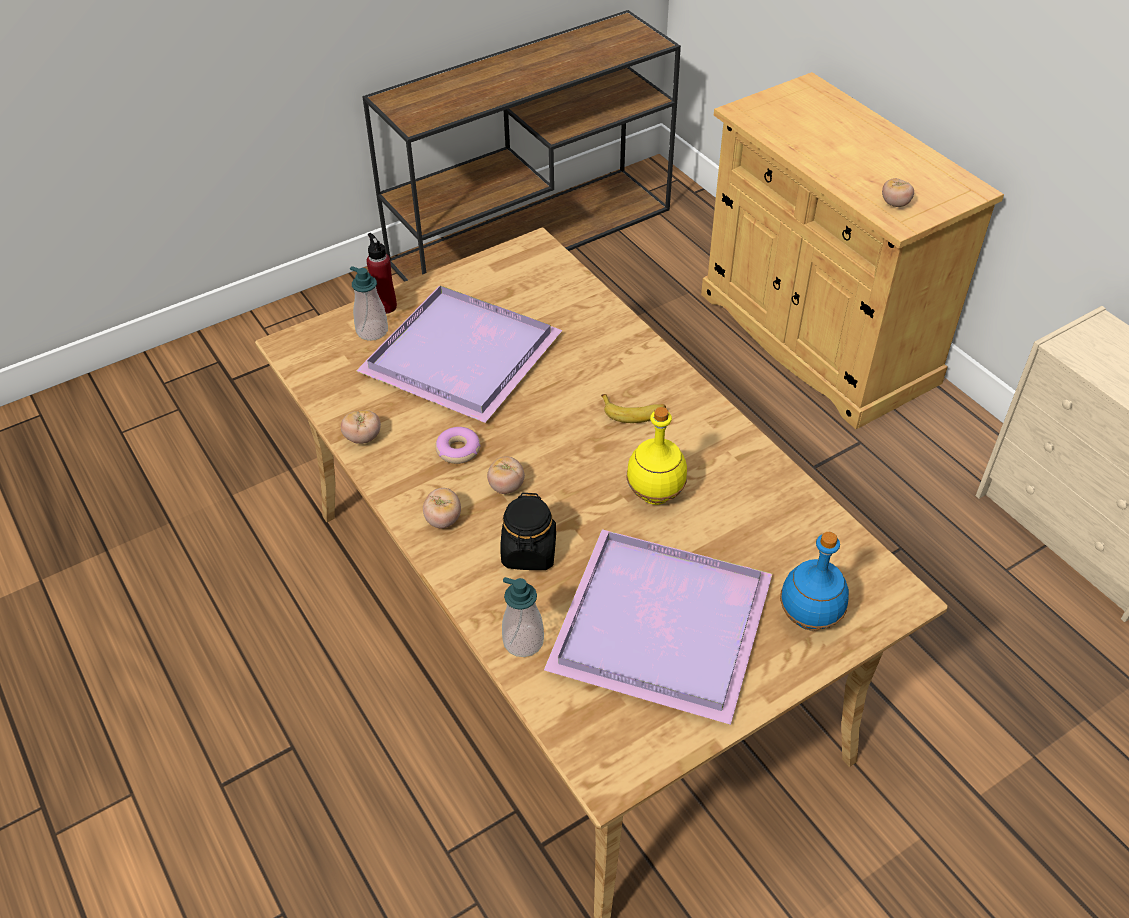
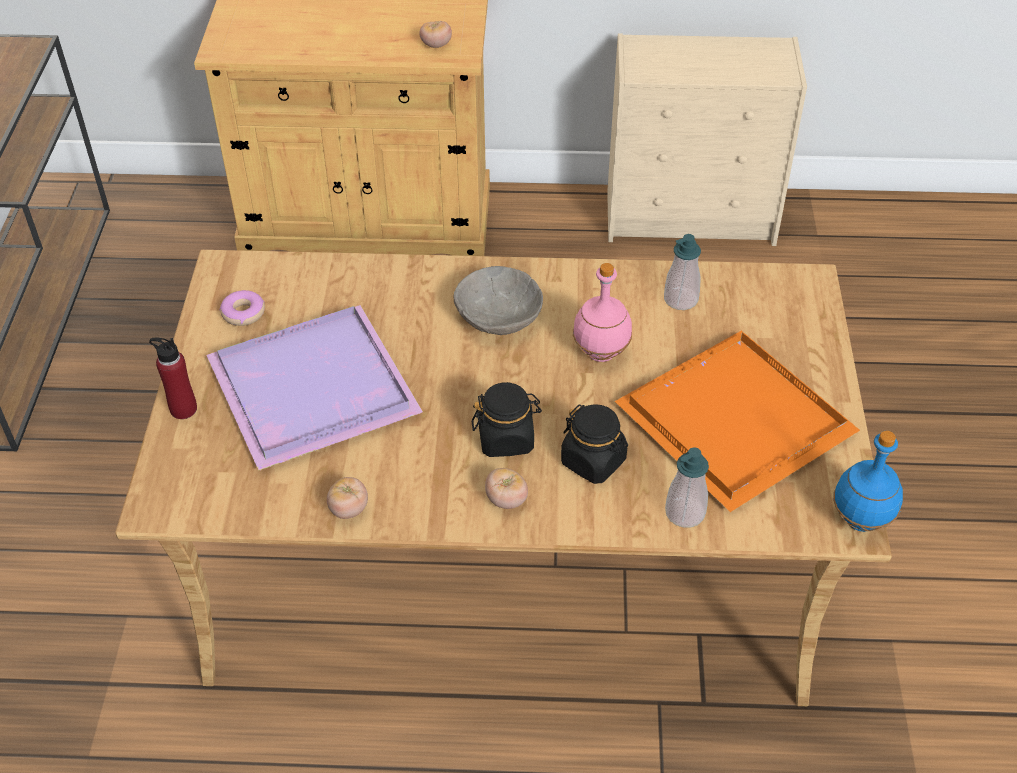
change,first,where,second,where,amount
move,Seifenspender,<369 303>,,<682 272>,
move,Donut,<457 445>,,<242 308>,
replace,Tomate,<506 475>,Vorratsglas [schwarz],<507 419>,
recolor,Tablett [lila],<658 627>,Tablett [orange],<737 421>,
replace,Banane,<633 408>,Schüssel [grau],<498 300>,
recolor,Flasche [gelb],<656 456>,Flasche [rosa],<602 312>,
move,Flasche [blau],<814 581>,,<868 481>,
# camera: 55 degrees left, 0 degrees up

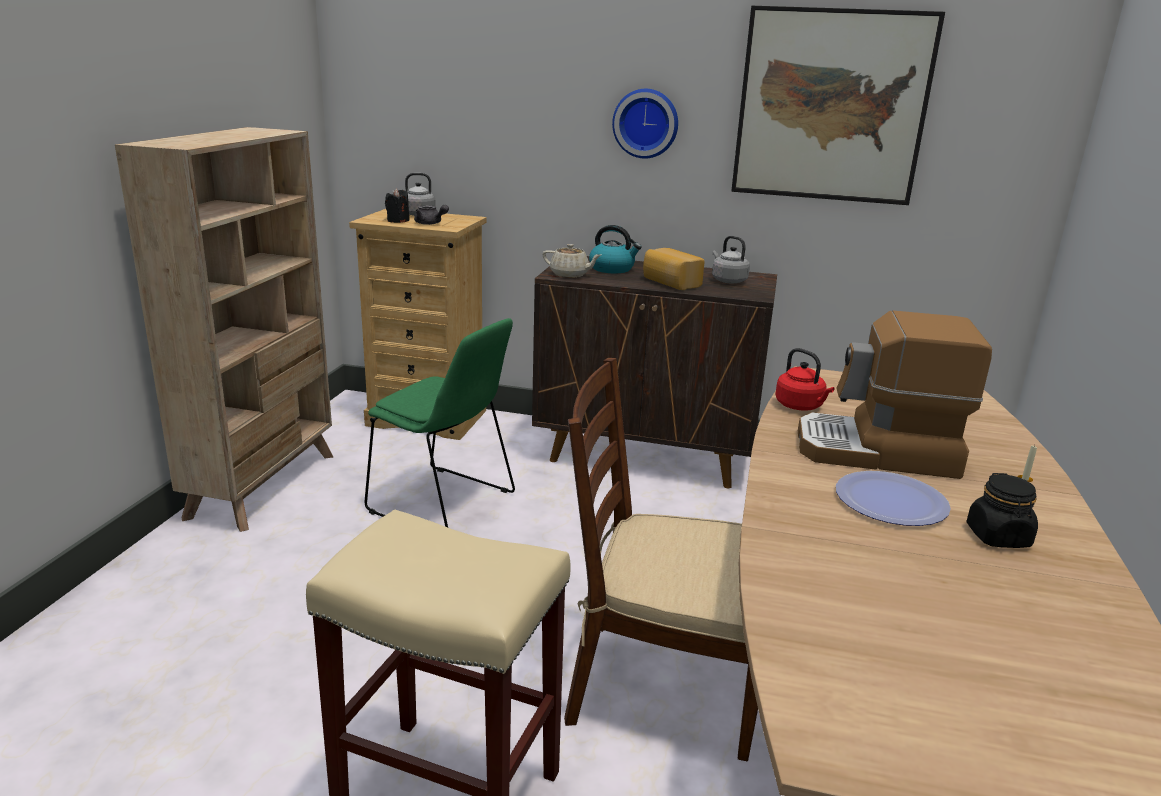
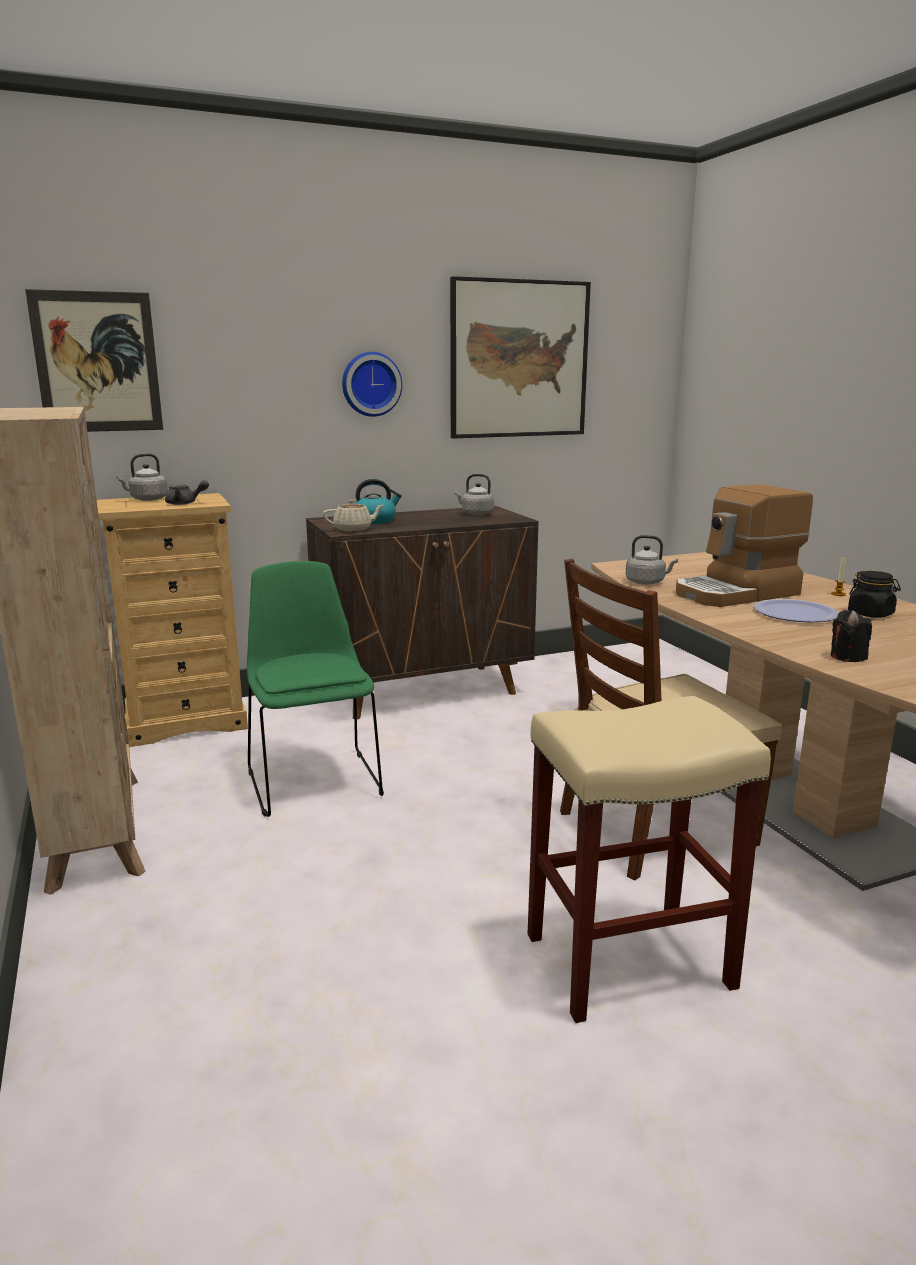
change,first,where,second,where,amount
rotate,Stuhl [grün],<439 422>,,<315 689>,105 degrees counterclockwise
move,Kerze [schwarz],<397 206>,,<851 636>,
delete,Brot,<673 269>,,,
recolor,Wasserkessel [rot],<805 379>,Wasserkessel [grau],<652 560>,
insert,,,Bild,<94 360>,
# camera: 35 degrees left, 5 degrees down

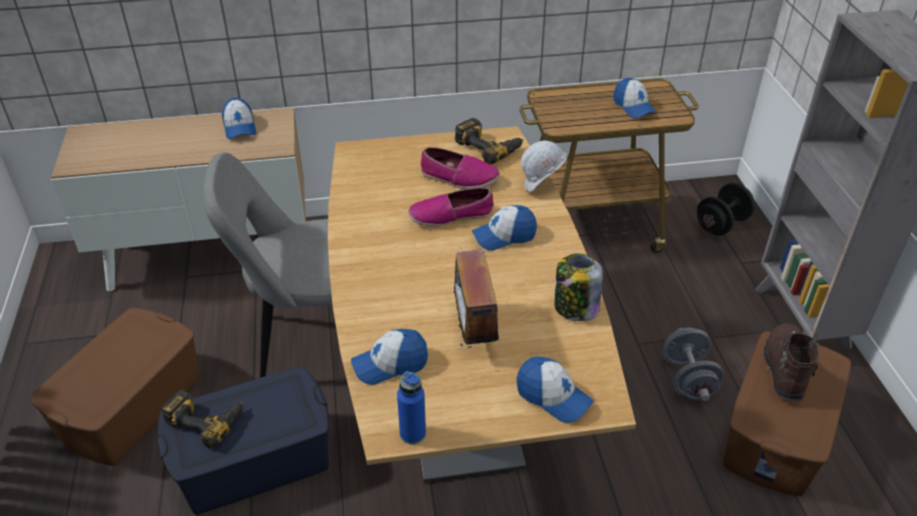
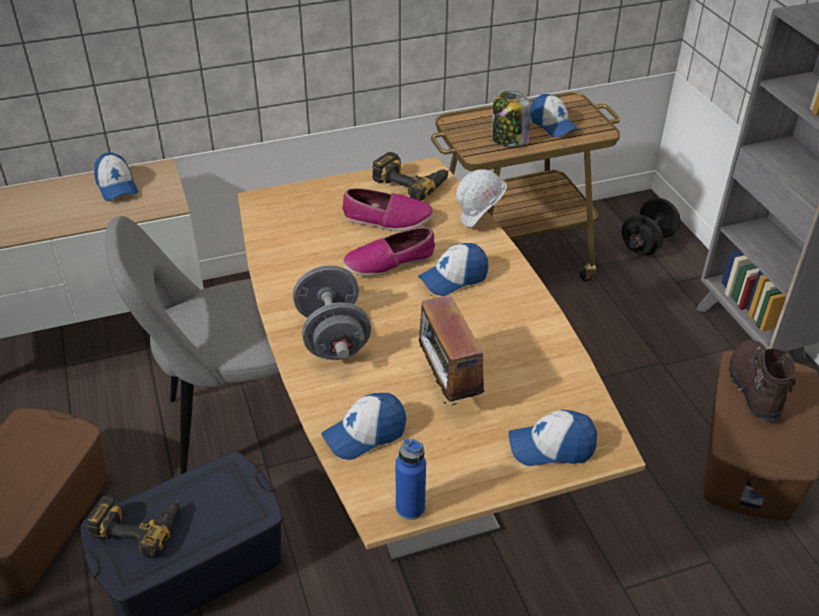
change,first,where,second,where,amount
rotate,Kappe,<555 389>,,<553 438>,150 degrees clockwise
move,Vorratsglas,<578 287>,,<511 119>,
move,Hantel [grau],<693 364>,,<332 312>,
# camera: 10 degrees left, 0 degrees up

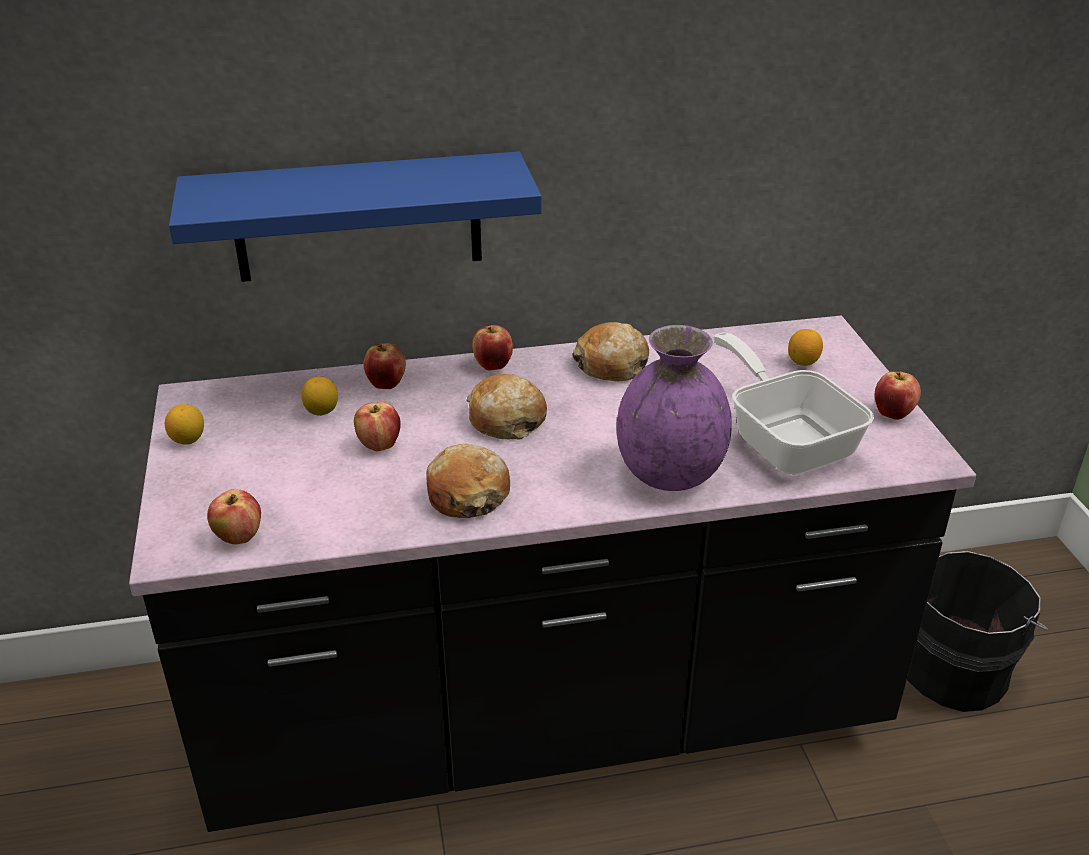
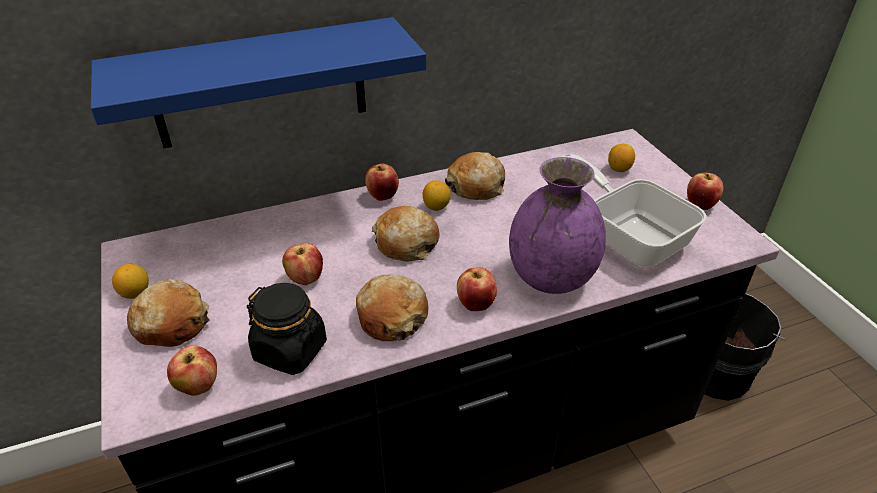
change,first,where,second,where,amount
move,Zitrone,<319 396>,,<437 195>,
move,Apfel,<384 366>,,<477 289>,
insert,,,Brot,<168 313>,
insert,,,Vorratsglas [schwarz],<287 329>,
# camera: 10 degrees left, 5 degrees up

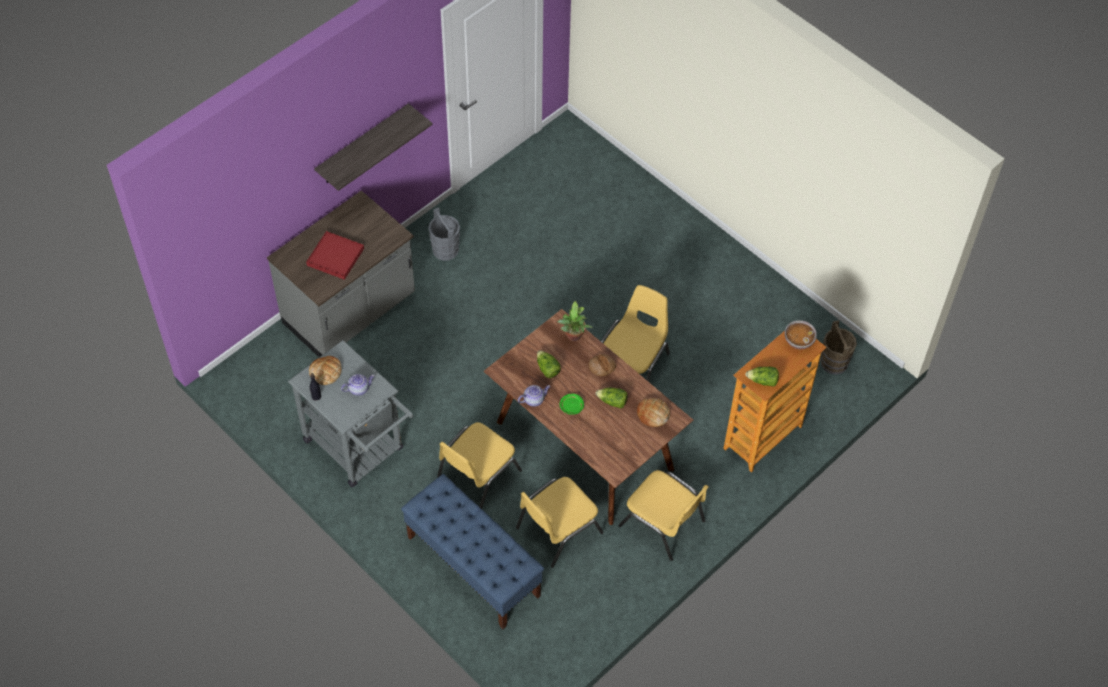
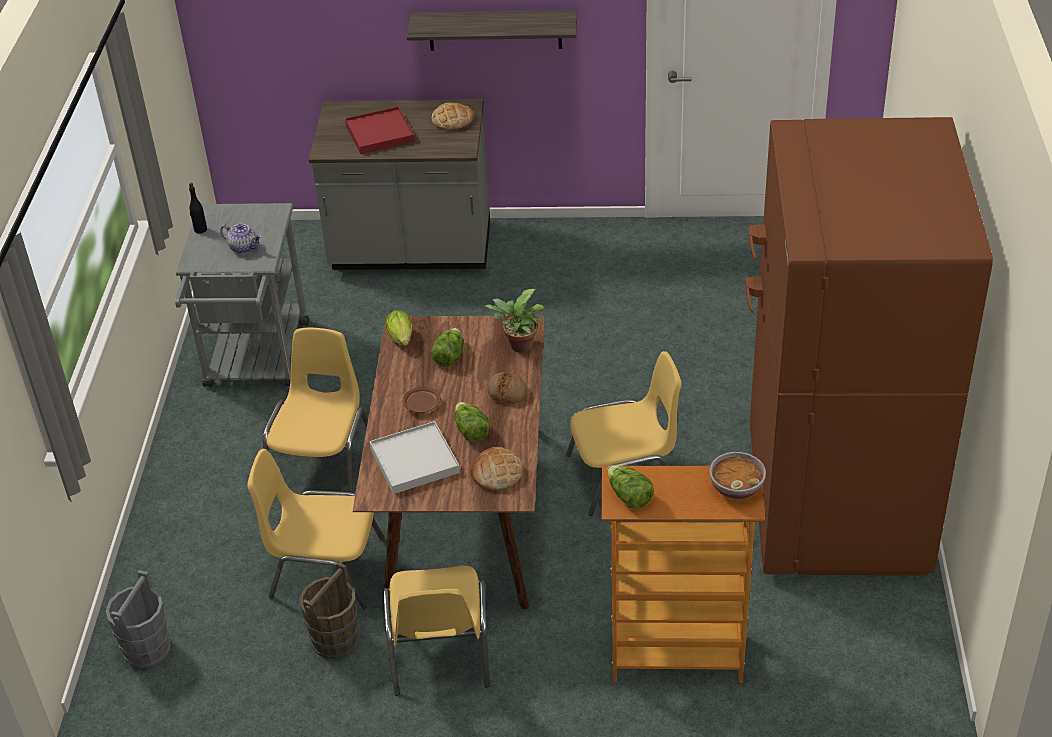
change,first,where,second,where,amount
move,Brot,<325 370>,,<453 116>,
delete,Bank [blau],<472 551>,,,
move,Eimer [grau],<444 234>,,<138 619>,
rotate,Stuhl [gelb],<479 465>,,<315 410>,105 degrees clockwise
delete,Teekanne,<534 396>,,,
recolor,Teller [grün],<572 404>,Teller [braun],<422 400>,
move,Eimer [braun],<839 347>,,<329 610>,
insert,,,Tablett [weiß],<415 457>,
insert,,,Salatkopf,<399 328>,
insert,,,Kühlschrank [braun],<869 346>,
# camera: 50 degrees right, 15 degrees down

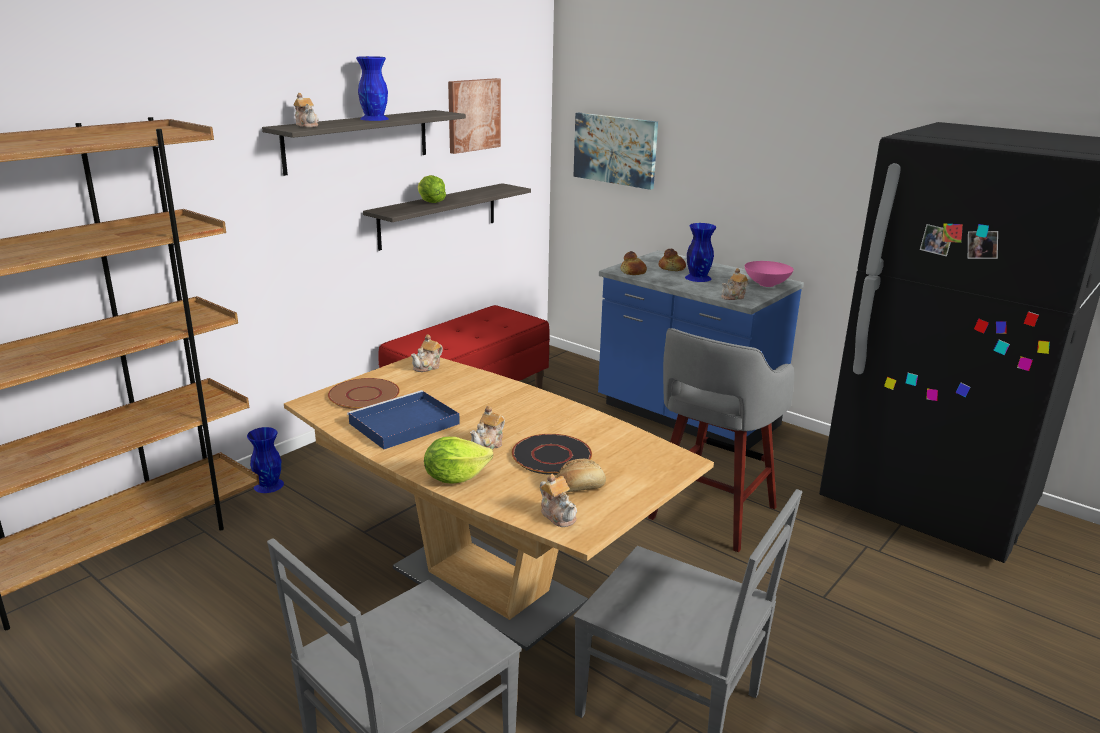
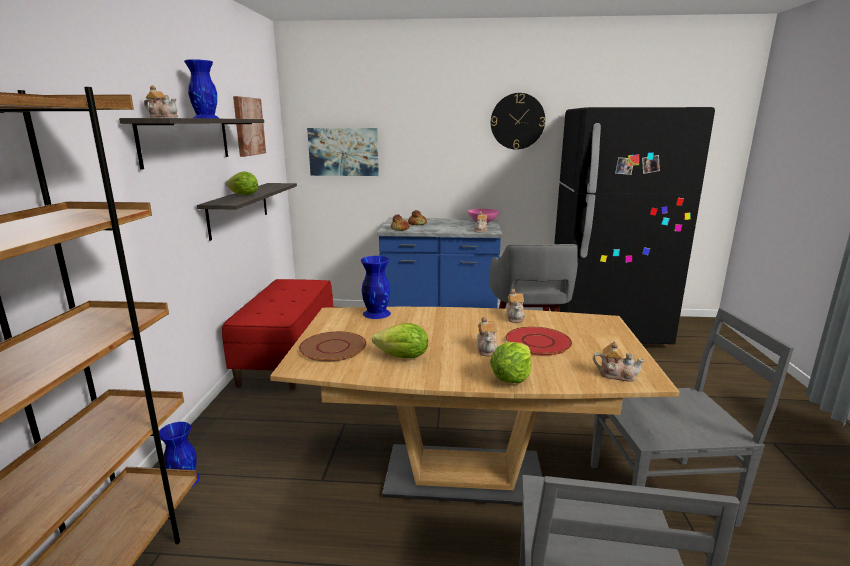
change,first,where,second,where,amount
replace,Tablett [blau],<403 419>,Salatkopf,<400 340>,
move,Teekanne,<427 353>,,<515 306>,
recolor,Teller [schwarz],<552 454>,Teller [rot],<539 341>,
delete,Brot,<581 475>,,,
move,Vase [blau],<700 252>,,<376 287>,
insert,,,Wanduhr,<518 121>,
# camera: 35 degrees left, 5 degrees down

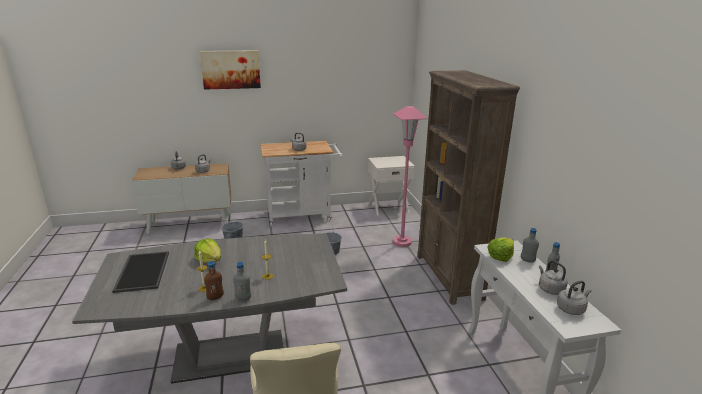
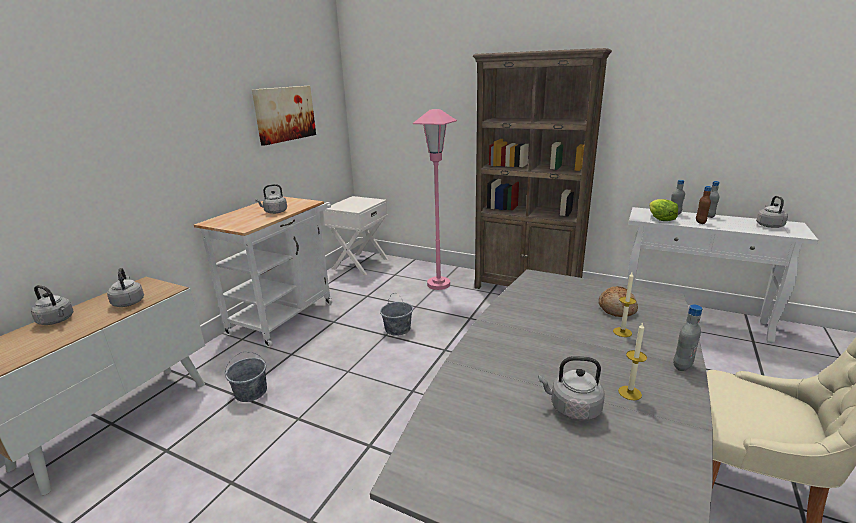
change,first,where,second,where,amount
delete,Tablett,<140 272>,,,
delete,Salatkopf,<207 250>,,,
move,Bild,<230 70>,,<284 116>,
move,Flasche [braun],<214 280>,,<704 205>,
move,Wasserkessel [grau],<553 278>,,<571 388>,
insert,,,Brot,<618 301>,
# camera: 50 degrees left, 0 degrees up

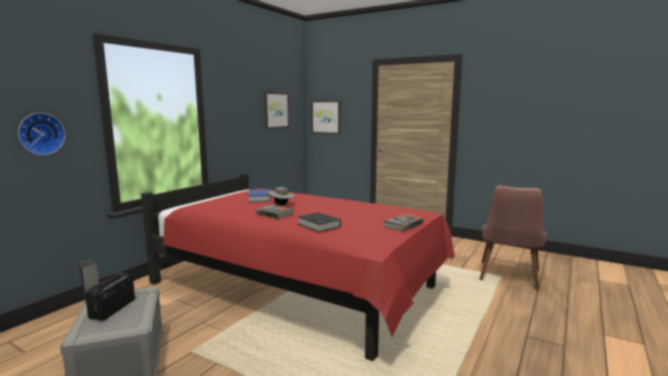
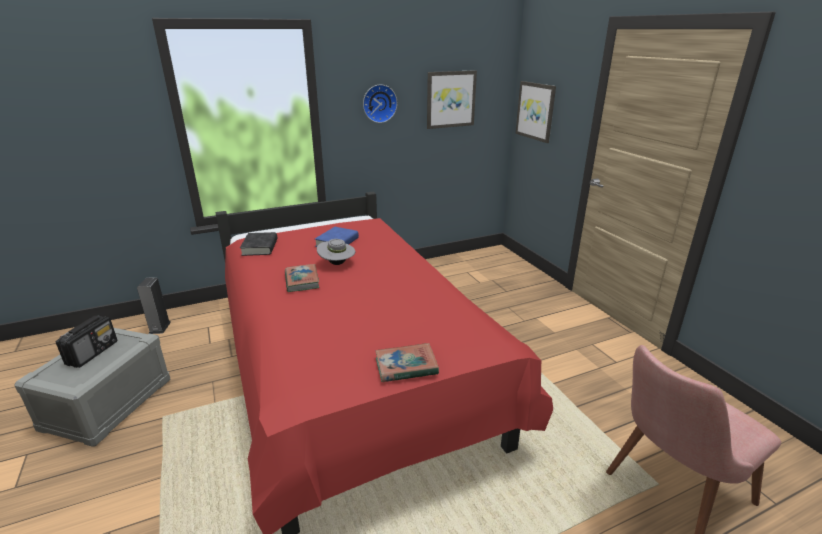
change,first,where,second,where,amount
move,Wanduhr,<41 134>,,<380 103>,
rotate,Radio,<110 297>,,<86 341>,150 degrees clockwise
move,Buch [schwarz],<319 222>,,<258 244>,
# camera: 35 degrees right, 15 degrees up

